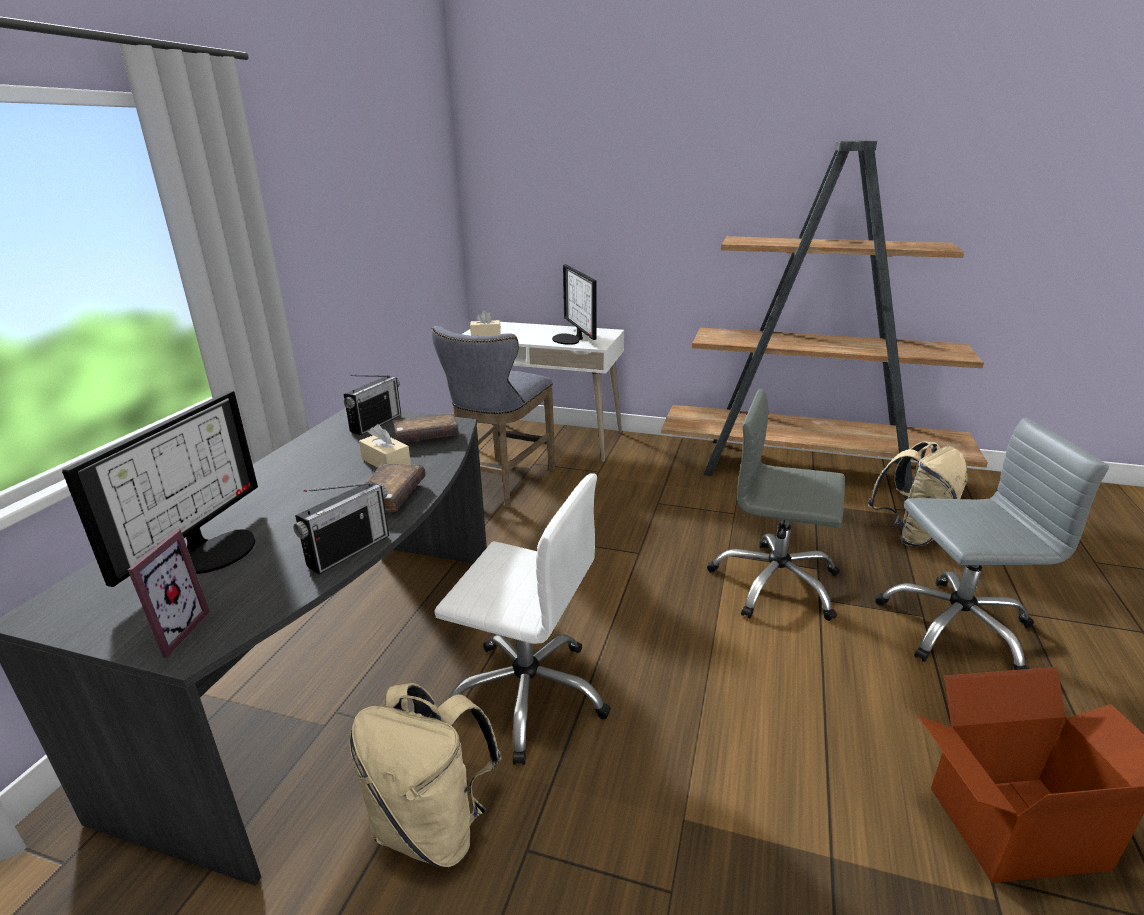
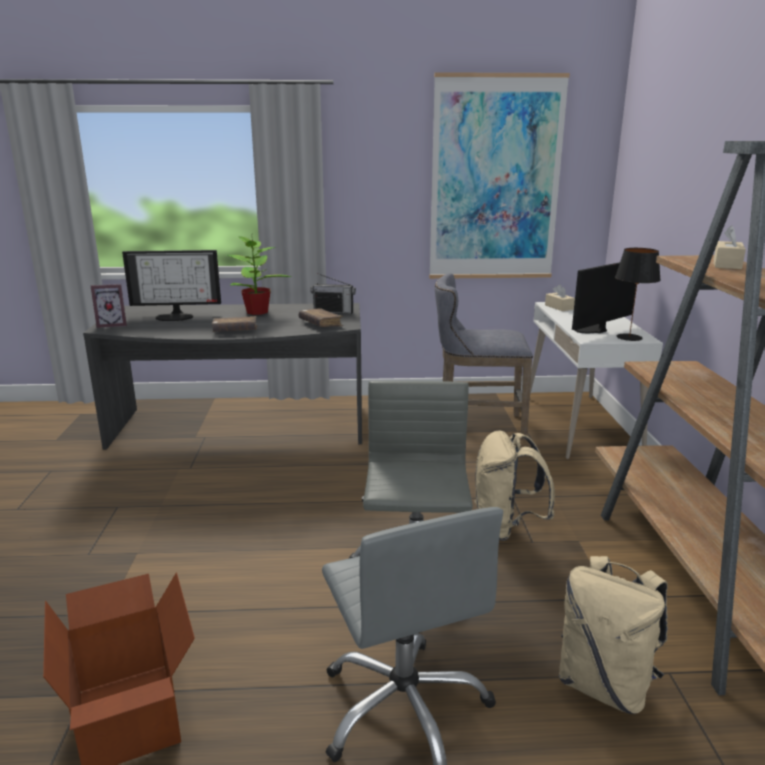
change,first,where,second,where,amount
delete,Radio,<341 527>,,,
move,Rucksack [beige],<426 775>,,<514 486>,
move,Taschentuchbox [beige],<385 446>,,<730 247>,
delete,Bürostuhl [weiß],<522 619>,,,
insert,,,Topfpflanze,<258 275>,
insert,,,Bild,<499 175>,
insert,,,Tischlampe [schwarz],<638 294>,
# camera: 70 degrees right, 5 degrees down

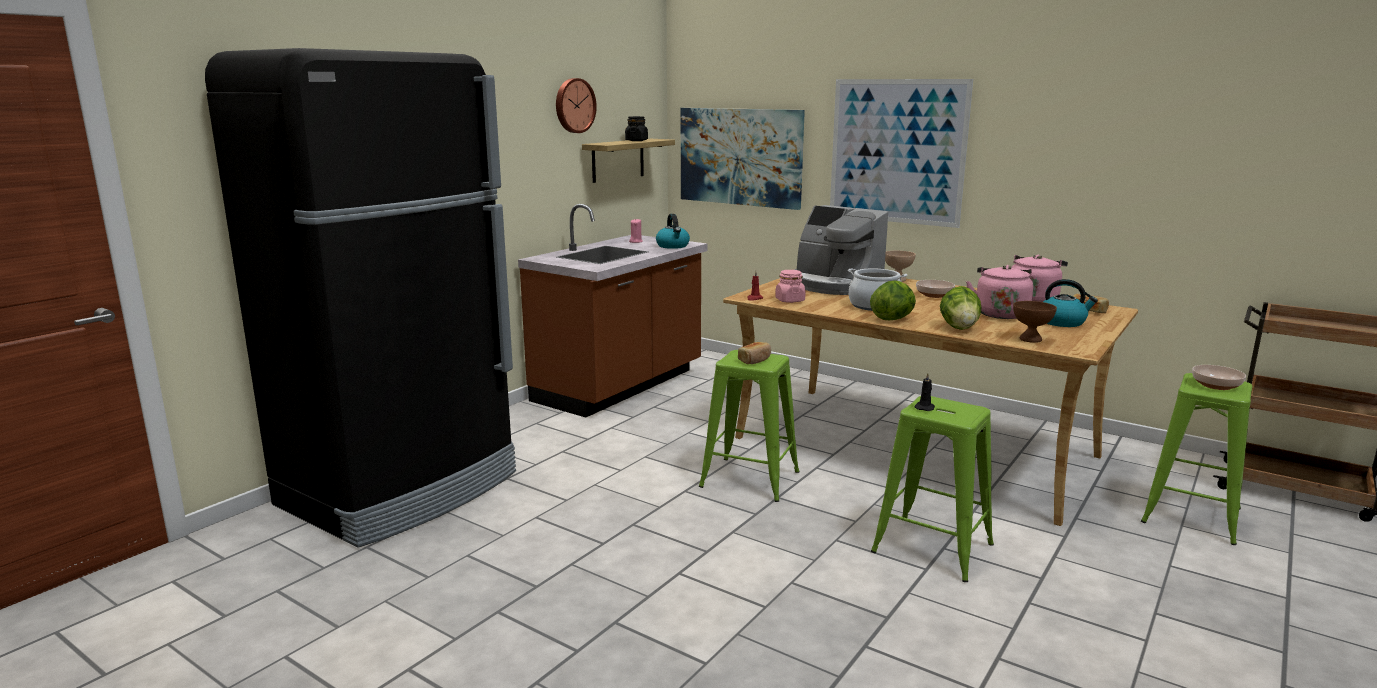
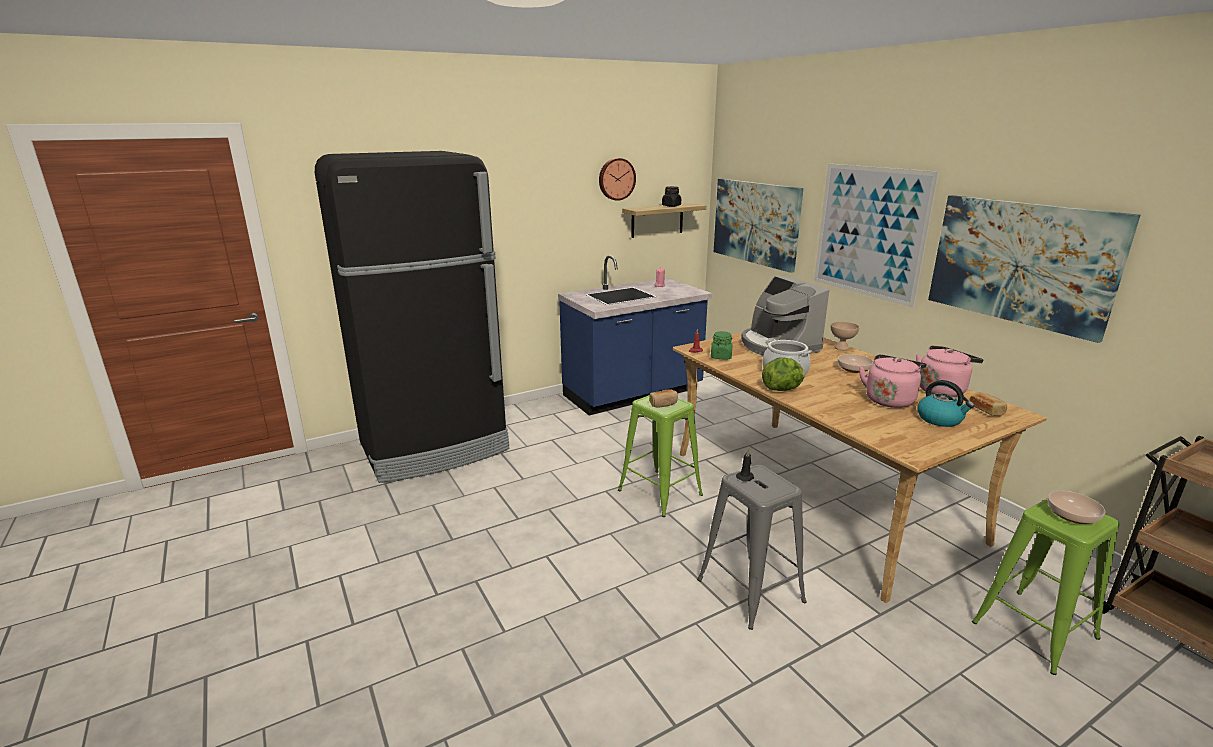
change,first,where,second,where,amount
recolor,Küchenzeile [braun],<612 310>,Küchenzeile [blau],<635 335>,
delete,Wasserkessel,<673 231>,,,
recolor,Vorratsglas [rosa],<790 286>,Vorratsglas [grün],<722 345>,
recolor,Hocker [grün],<932 489>,Hocker [grau],<751 547>,
delete,Salatkopf,<960 308>,,,
delete,Schüssel [braun],<1035 322>,,,
insert,,,Bild,<1034 269>,
# camera: 25 degrees right, 5 degrees up

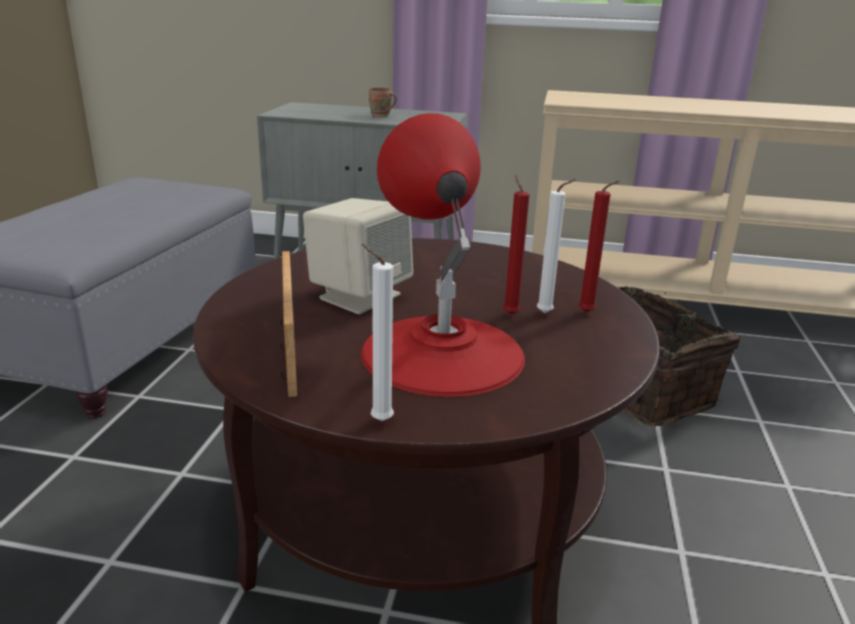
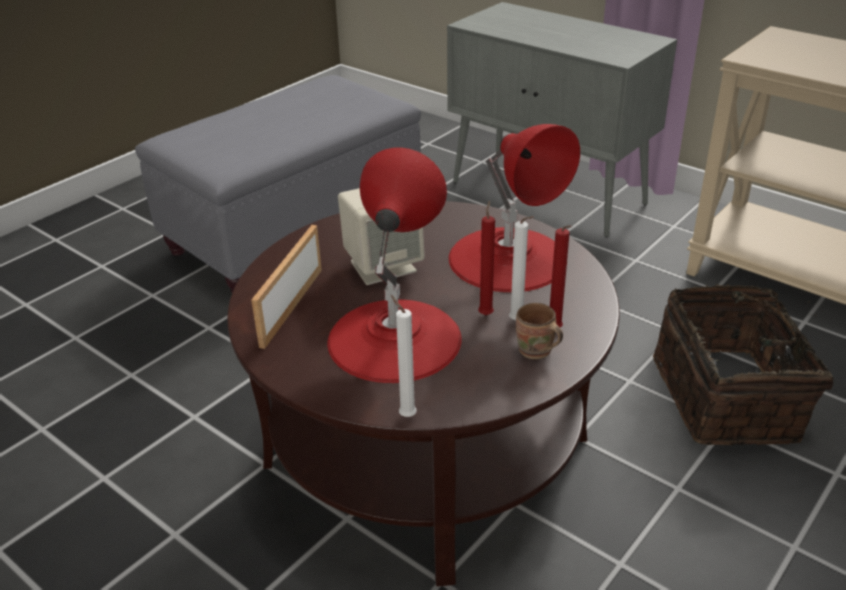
change,first,where,second,where,amount
move,Kerze [weiß],<377 332>,,<403 356>,
move,Henkelbecher [braun],<383 102>,,<539 331>,
insert,,,Tischlampe [rot],<514 208>,
# camera: 30 degrees right, 10 degrees up

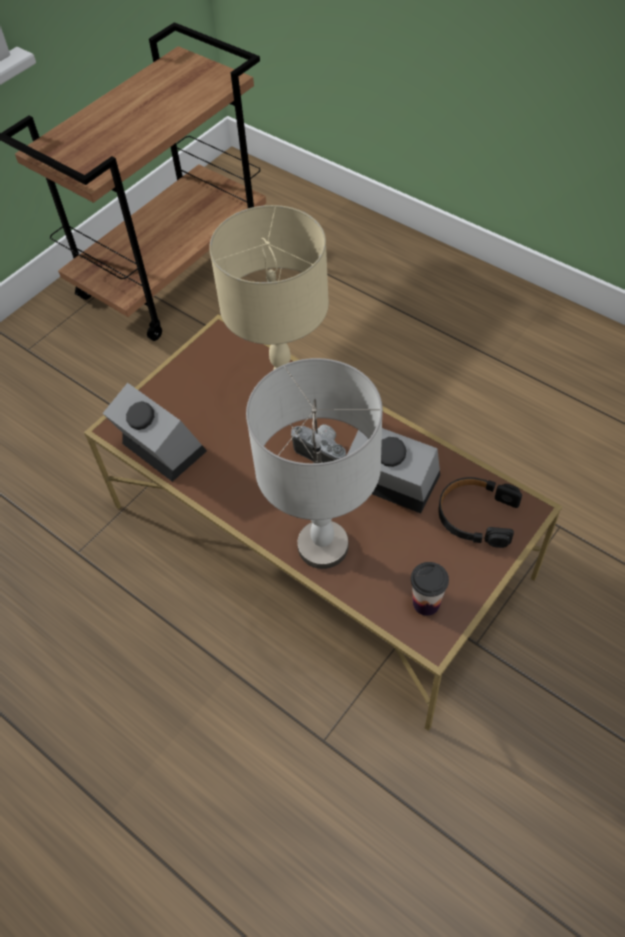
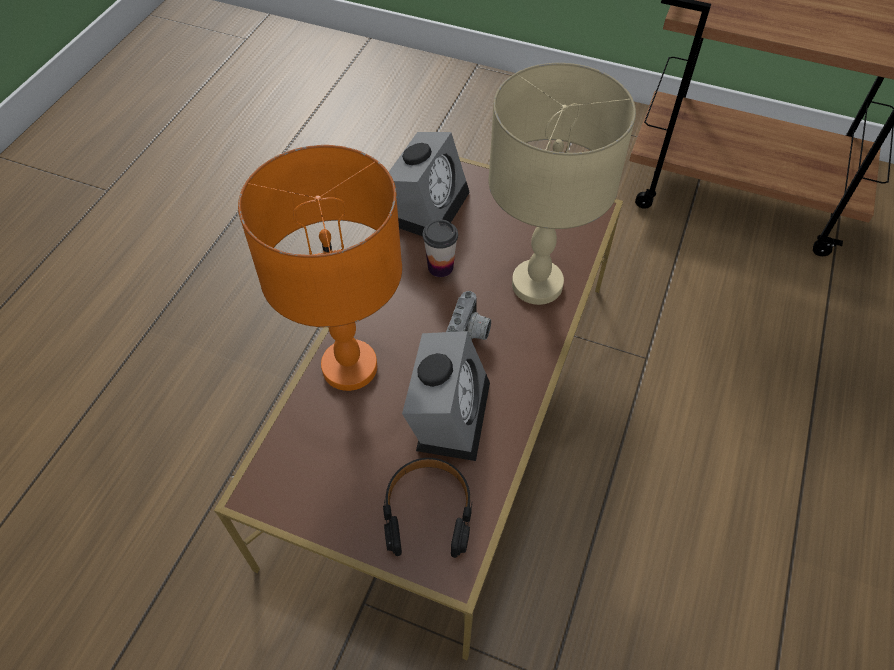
change,first,where,second,where,amount
recolor,Tischlampe [grau],<314 463>,Tischlampe [orange],<320 268>,
move,Tasse,<430 589>,,<440 248>,
# camera: 70 degrees right, 0 degrees up

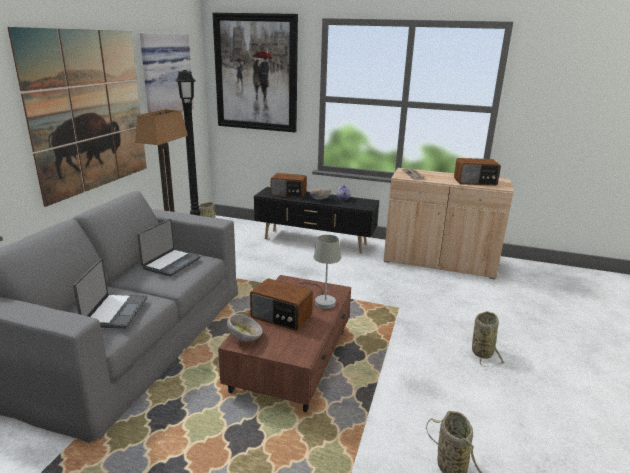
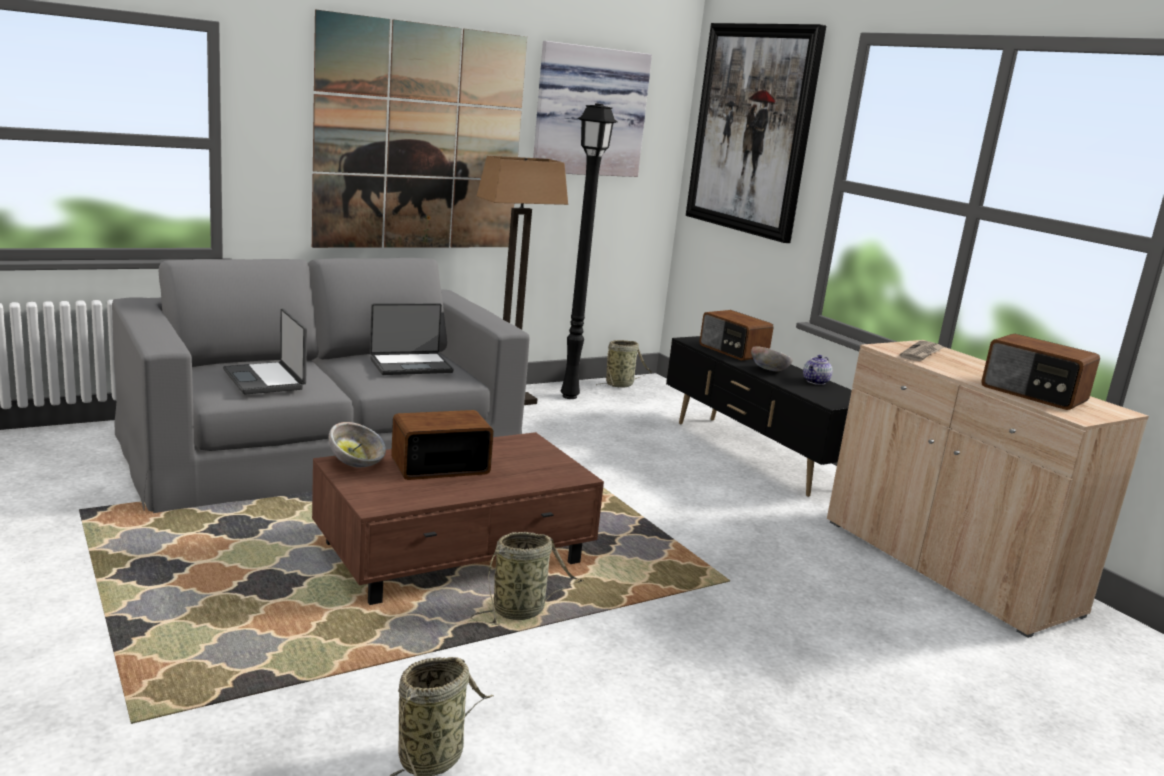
change,first,where,second,where,amount
rotate,Laptop,<110 294>,,<265 351>,105 degrees clockwise
rotate,Radio,<281 305>,,<442 445>,90 degrees clockwise
delete,Tischlampe [grau],<320 272>,,,
move,Korb,<488 338>,,<527 578>,
# camera: 40 degrees right, 5 degrees down

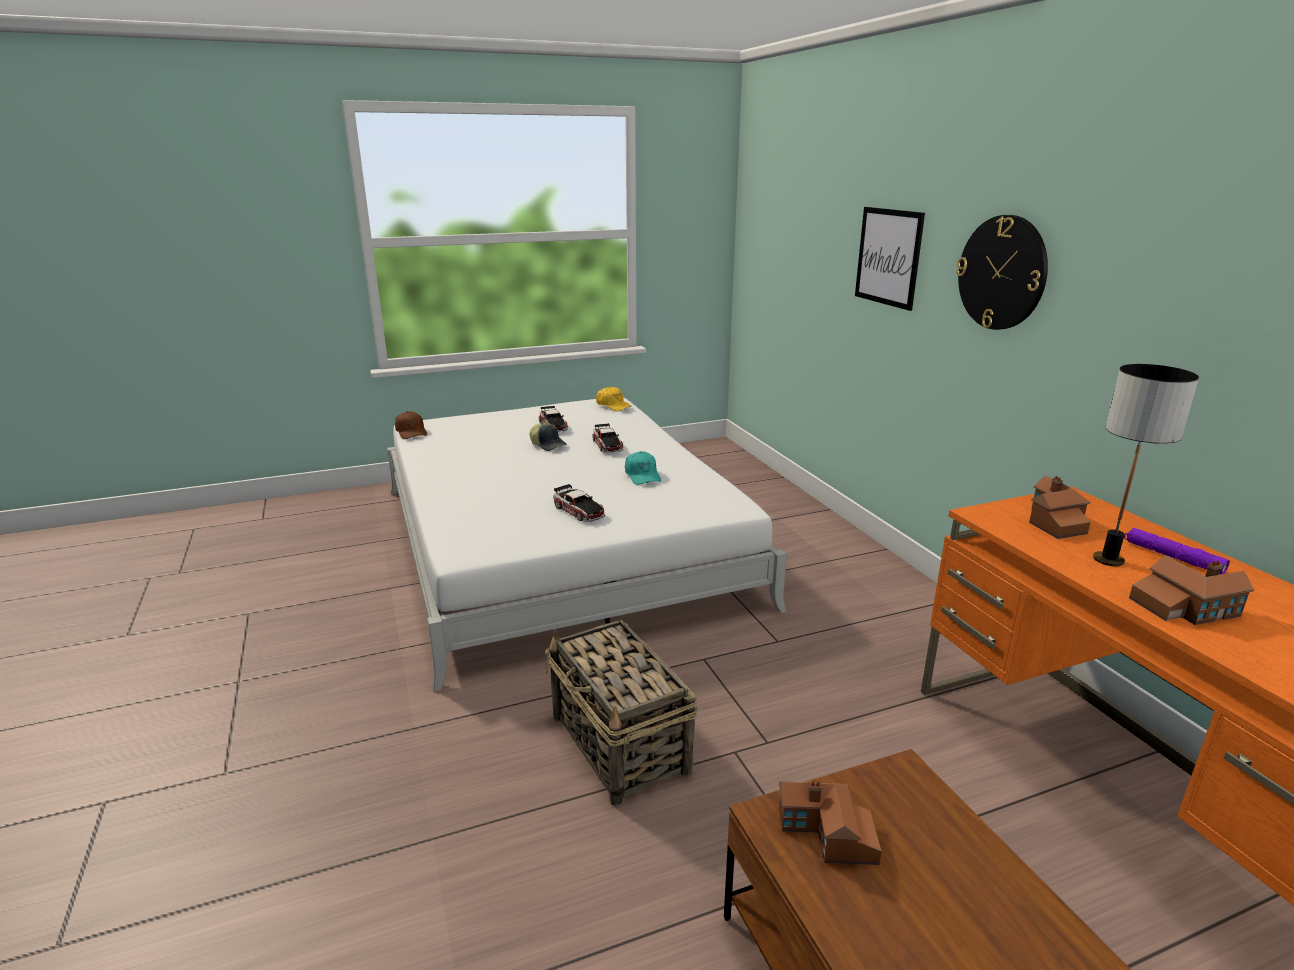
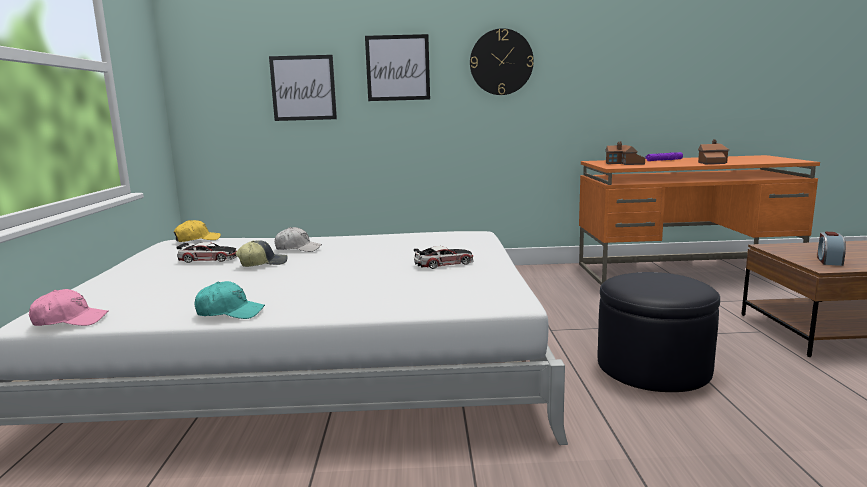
change,first,where,second,where,amount
recolor,Kappe [braun],<411 425>,Kappe [rosa],<69 307>,
replace,Korb,<621 713>,Polsterhocker [schwarz],<659 332>,
replace,Spielzeugauto,<607 438>,Kappe [weiß],<298 239>,
move,Kappe [türkis],<643 468>,,<229 300>,
replace,Spielzeughaus,<830 823>,Wecker,<831 249>,
delete,Tischlampe,<1146 465>,,,
insert,,,Bild,<303 88>,
# camera: 70 degrees left, 10 degrees down

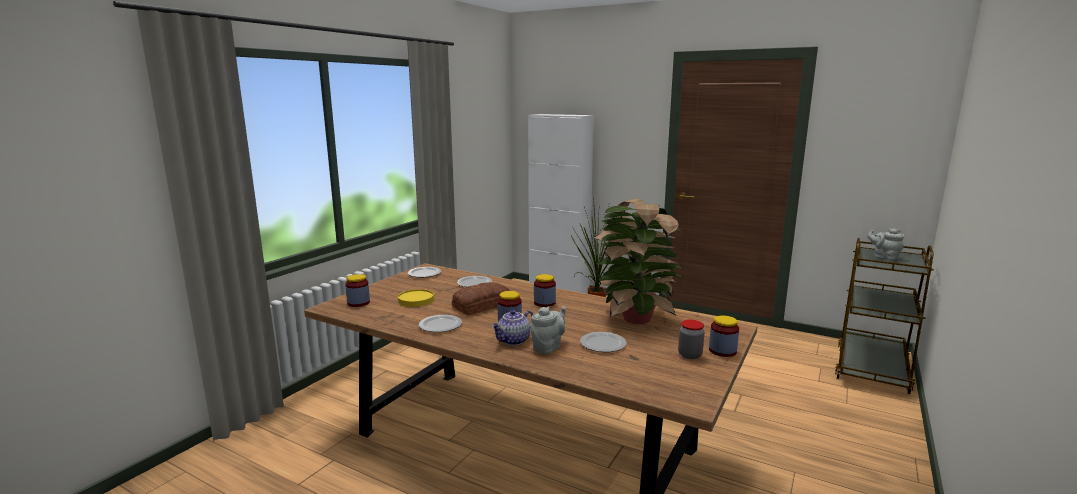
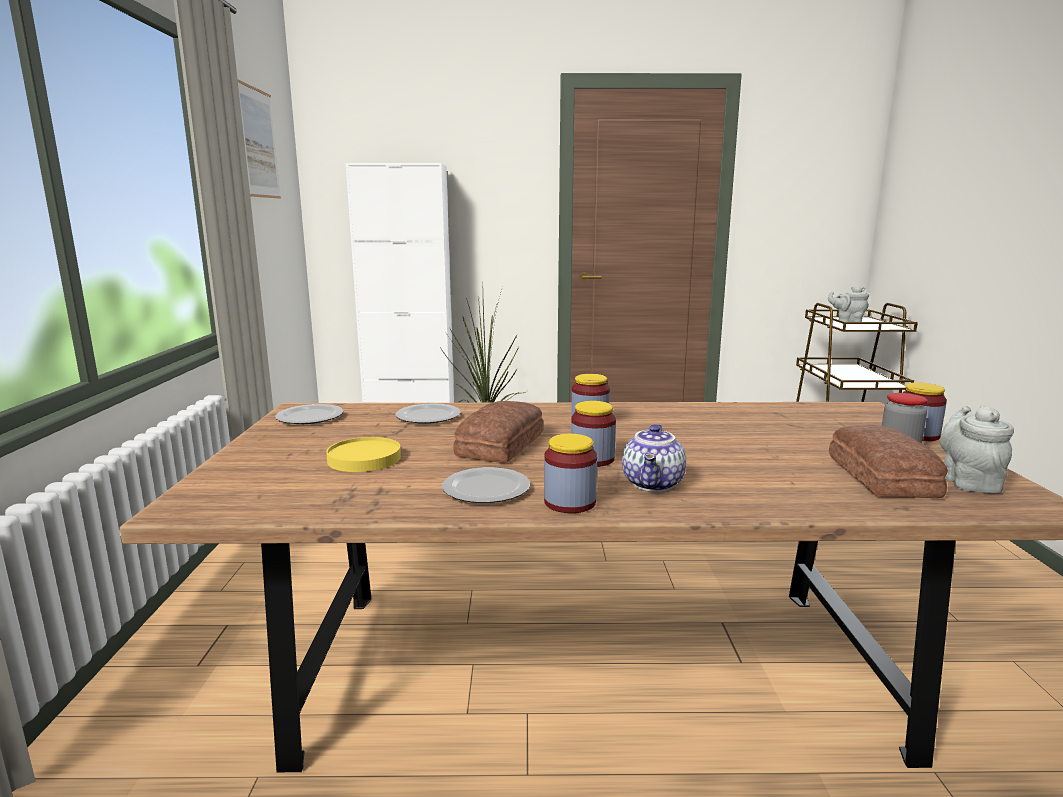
change,first,where,second,where,amount
move,Vorratsglas,<357 290>,,<570 473>,
move,Teekanne [grau],<548 330>,,<977 449>,
delete,Teller,<603 342>,,,
delete,Topfpflanze,<637 261>,,,
insert,,,Bild,<259 139>,
insert,,,Brot,<888 461>,
# camera: 30 degrees left, 0 degrees up

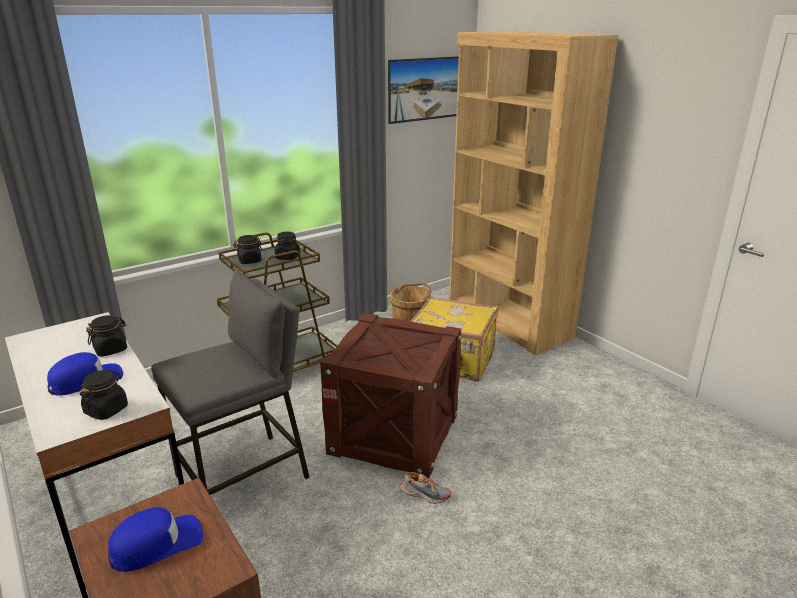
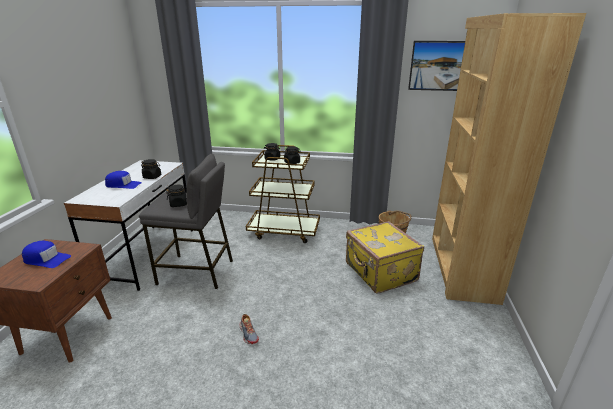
change,first,where,second,where,amount
move,Vorratsglas [schwarz],<104 395>,,<176 196>,
delete,Kiste,<390 396>,,,
# camera: 45 degrees right, 0 degrees up

